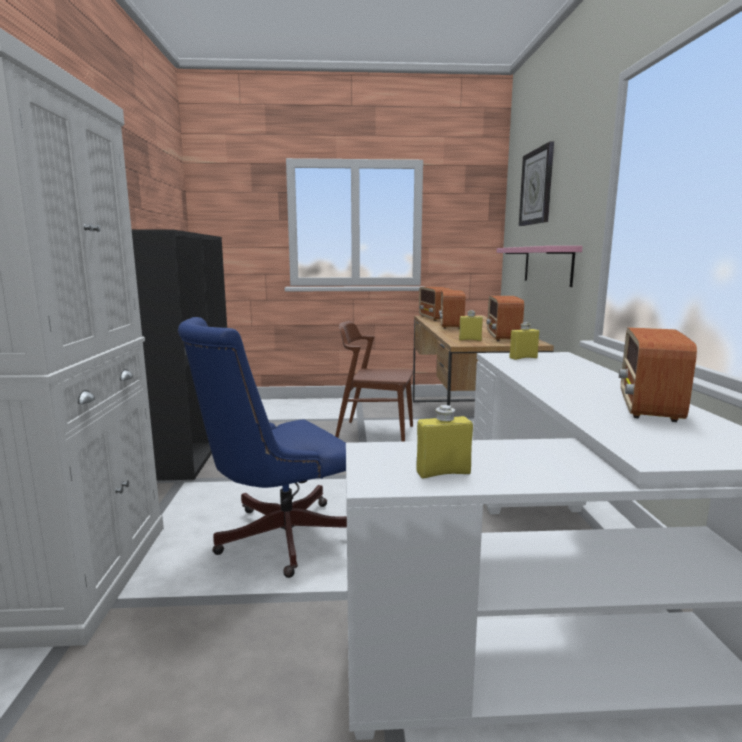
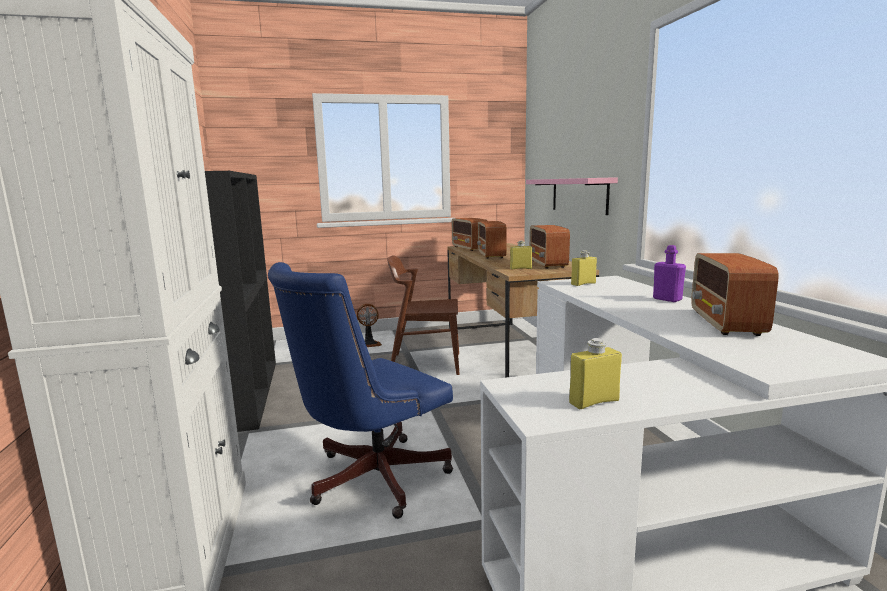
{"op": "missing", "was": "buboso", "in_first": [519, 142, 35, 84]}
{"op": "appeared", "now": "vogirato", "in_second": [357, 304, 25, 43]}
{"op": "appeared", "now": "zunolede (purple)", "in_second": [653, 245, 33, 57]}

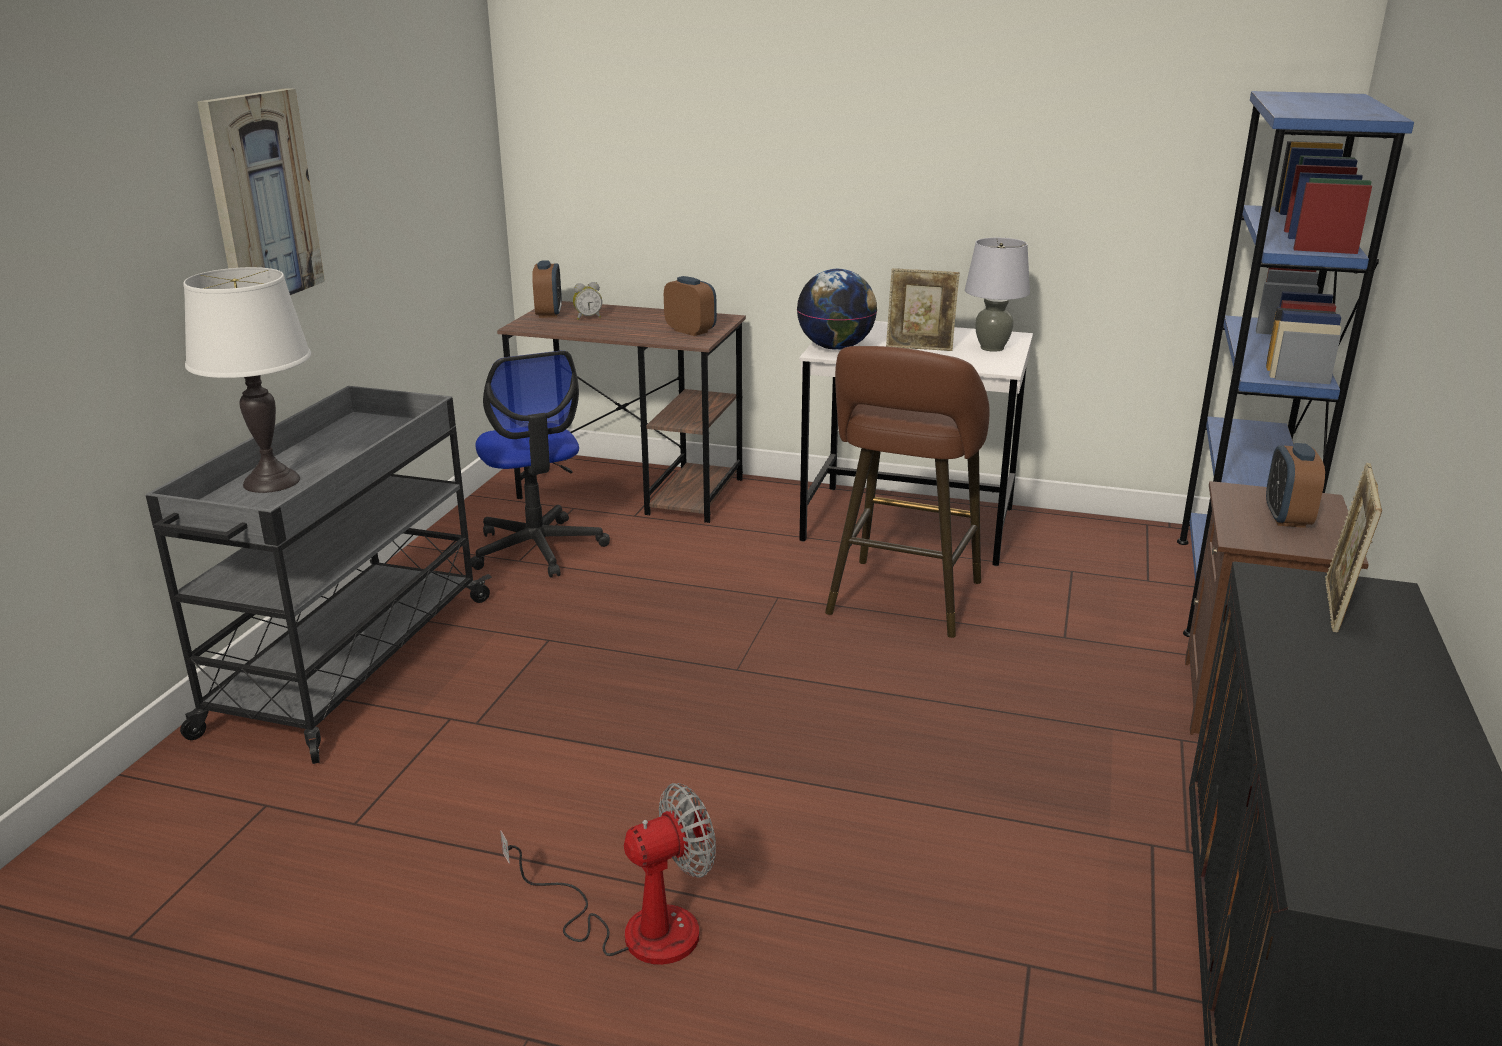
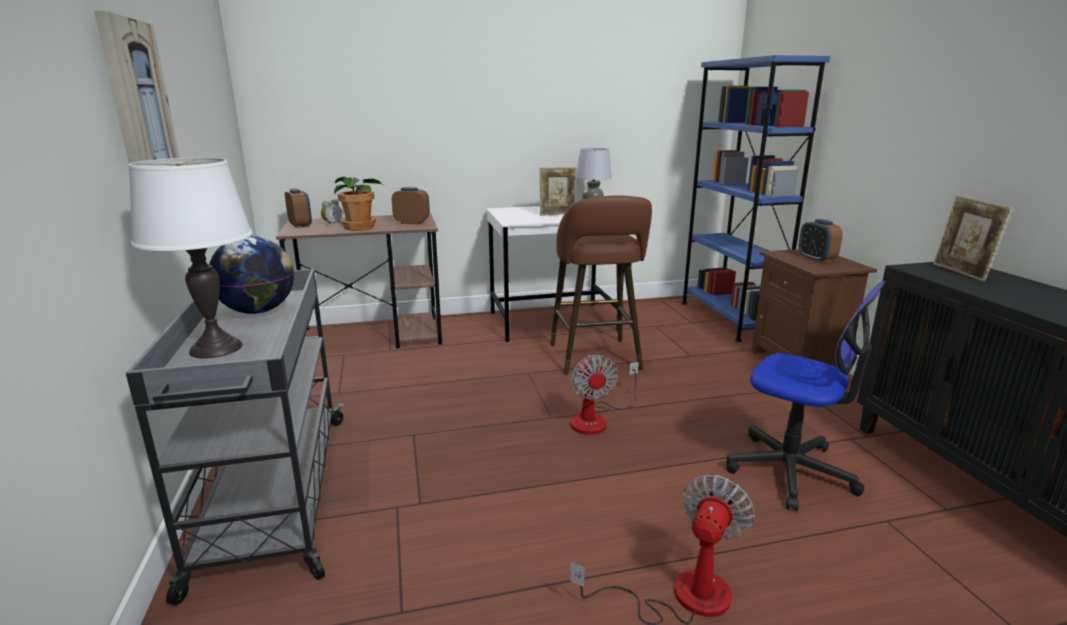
{"op": "appeared", "now": "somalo", "in_second": [334, 177, 49, 54]}
{"op": "appeared", "now": "vogirato", "in_second": [570, 355, 69, 80]}
{"op": "relocated", "was": "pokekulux", "in_first": [471, 351, 139, 227], "in_second": [726, 281, 160, 230]}
{"op": "relocated", "was": "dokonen", "in_first": [797, 269, 80, 81], "in_second": [209, 235, 85, 79]}

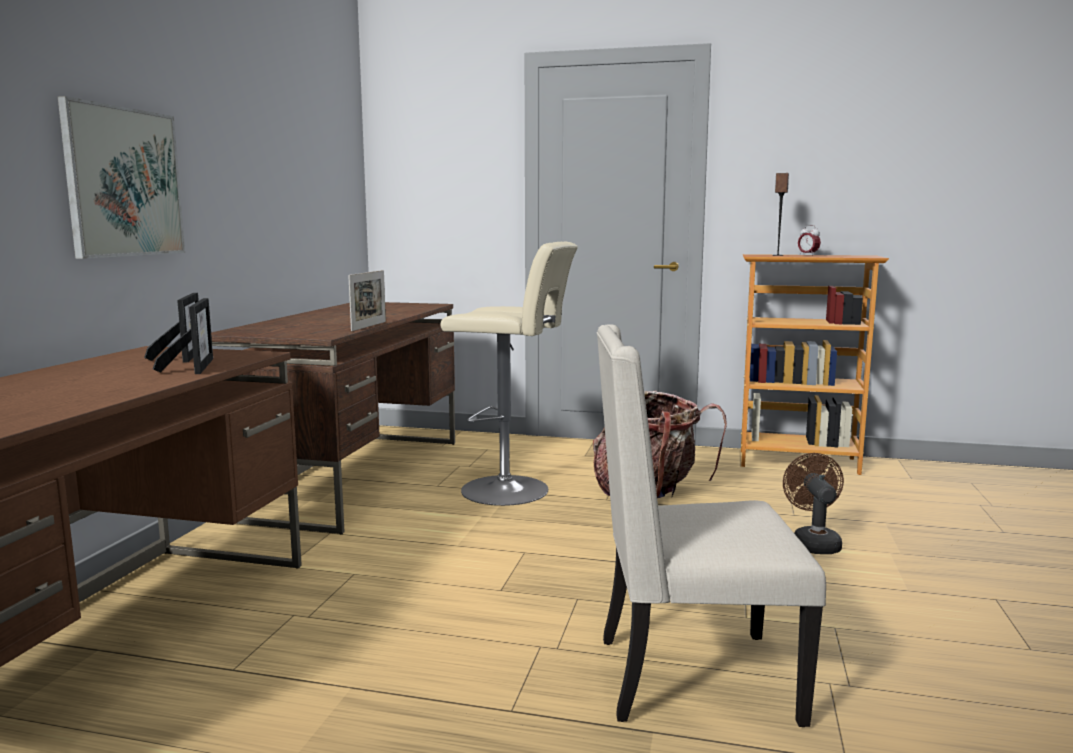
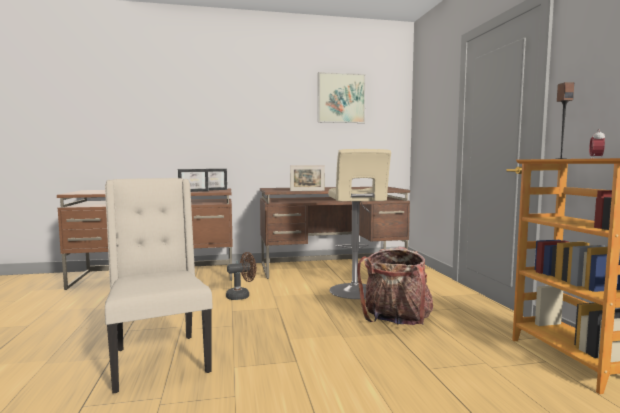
{"op": "relocated", "was": "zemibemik", "in_first": [57, 96, 128, 163], "in_second": [318, 72, 48, 51]}
{"op": "relocated", "was": "vogirato (brown)", "in_first": [783, 453, 61, 101], "in_second": [226, 252, 30, 48]}

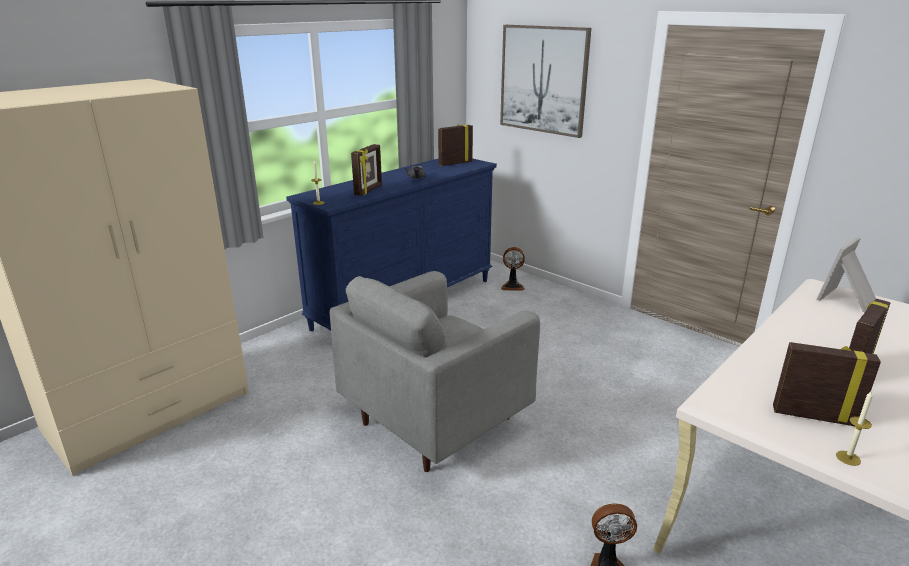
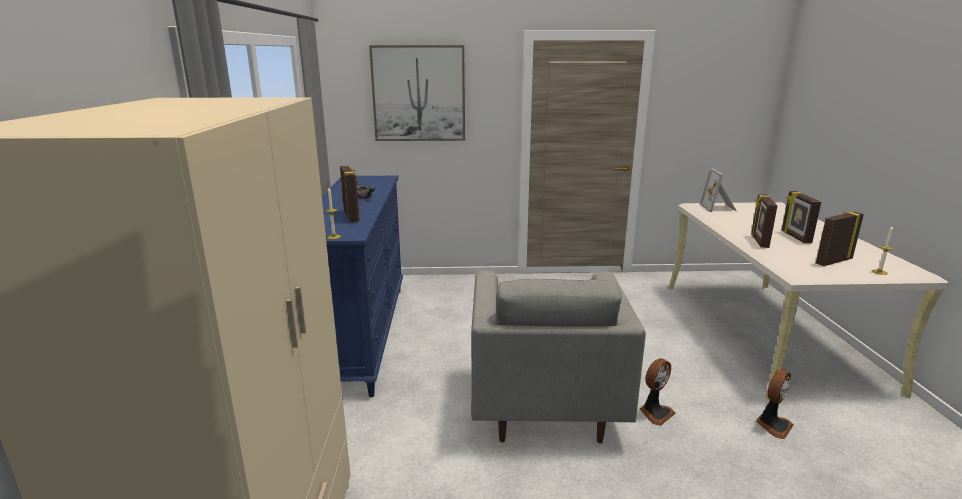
{"op": "relocated", "was": "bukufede", "in_first": [438, 124, 35, 42], "in_second": [751, 194, 27, 54]}
{"op": "relocated", "was": "vogirato", "in_first": [501, 247, 24, 44], "in_second": [640, 358, 36, 68]}

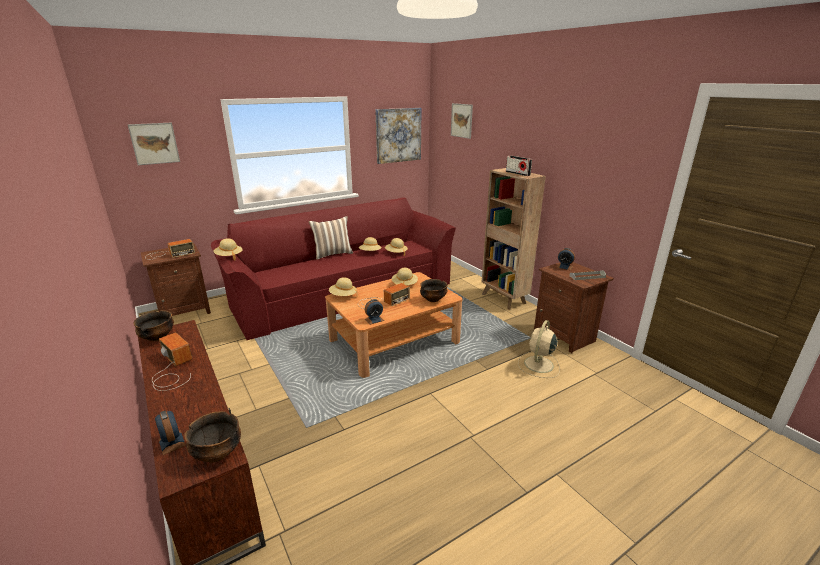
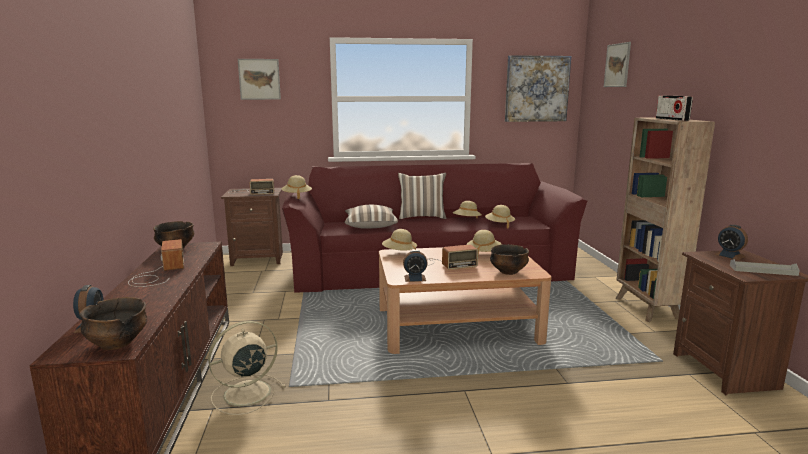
{"op": "appeared", "now": "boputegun", "in_second": [344, 205, 54, 24]}
{"op": "relocated", "was": "vogirato (beige)", "in_first": [518, 320, 42, 58], "in_second": [208, 321, 77, 94]}

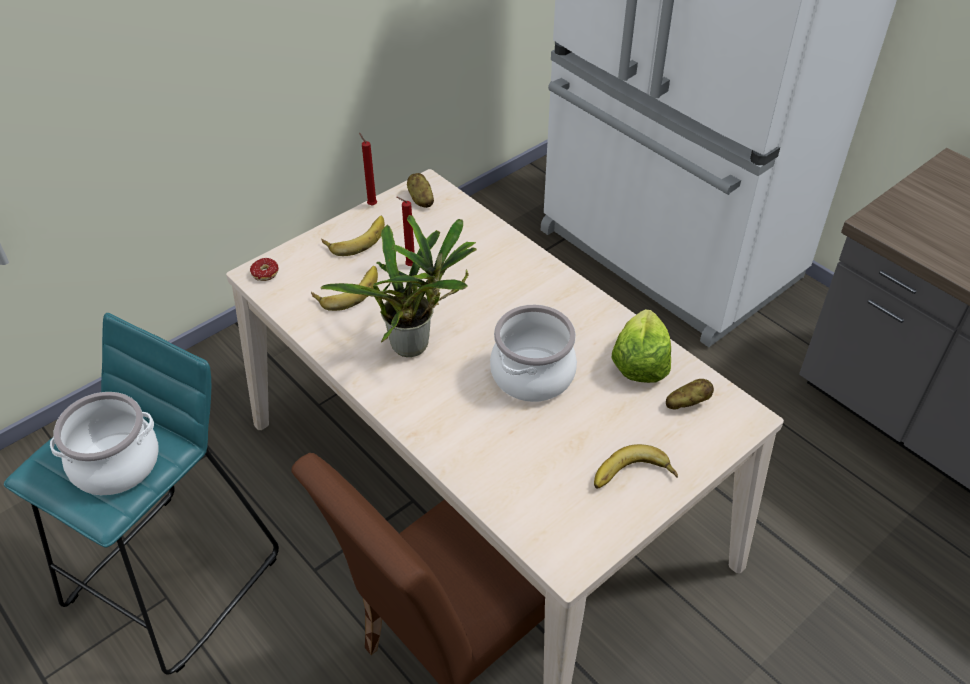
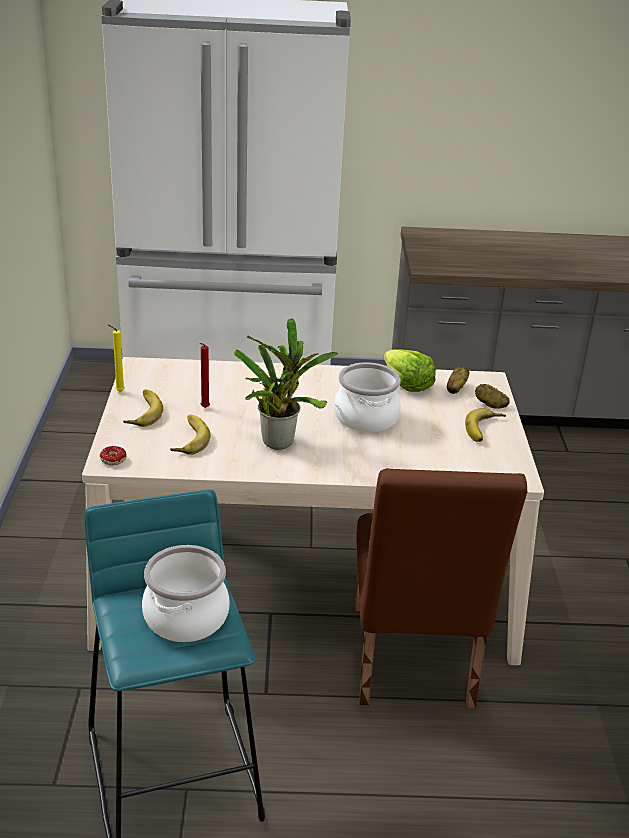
{"op": "relocated", "was": "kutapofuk", "in_first": [407, 173, 27, 35], "in_second": [475, 384, 34, 24]}
{"op": "colour", "was": "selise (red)", "now": "selise (yellow)", "in_first": [359, 132, 18, 74], "in_second": [109, 325, 16, 67]}

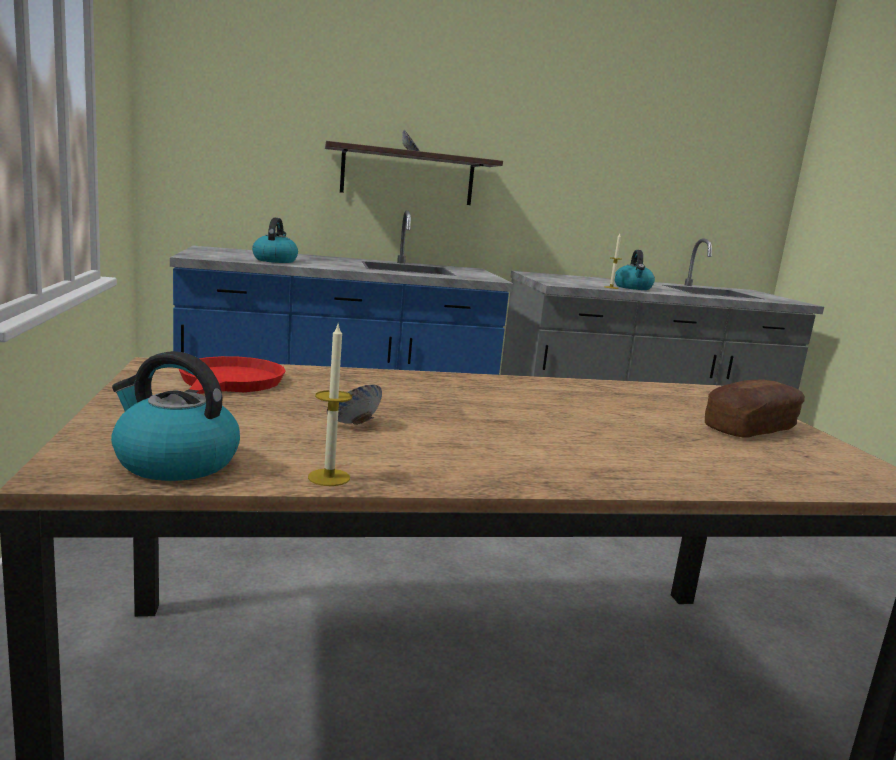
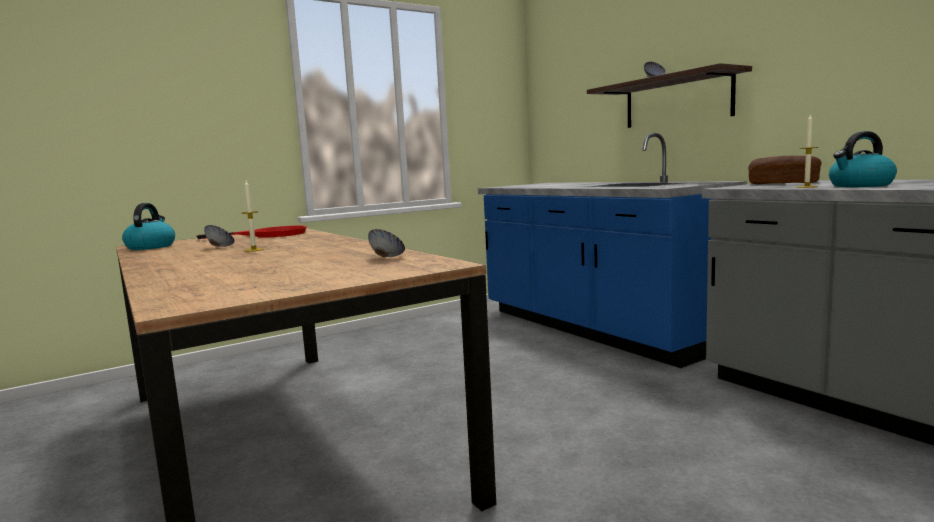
{"op": "missing", "was": "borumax", "in_first": [252, 218, 46, 45]}
{"op": "appeared", "now": "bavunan", "in_second": [368, 229, 37, 28]}
{"op": "relocated", "was": "selise", "in_first": [308, 322, 44, 164], "in_second": [242, 181, 22, 71]}
{"op": "relocated", "was": "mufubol", "in_first": [705, 380, 100, 57], "in_second": [748, 156, 74, 28]}

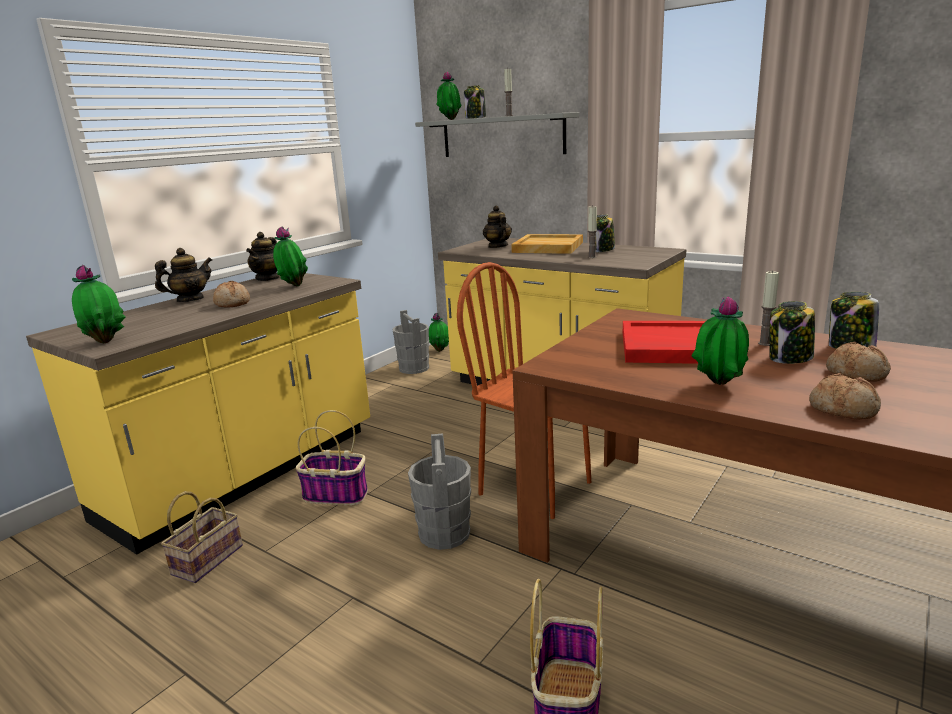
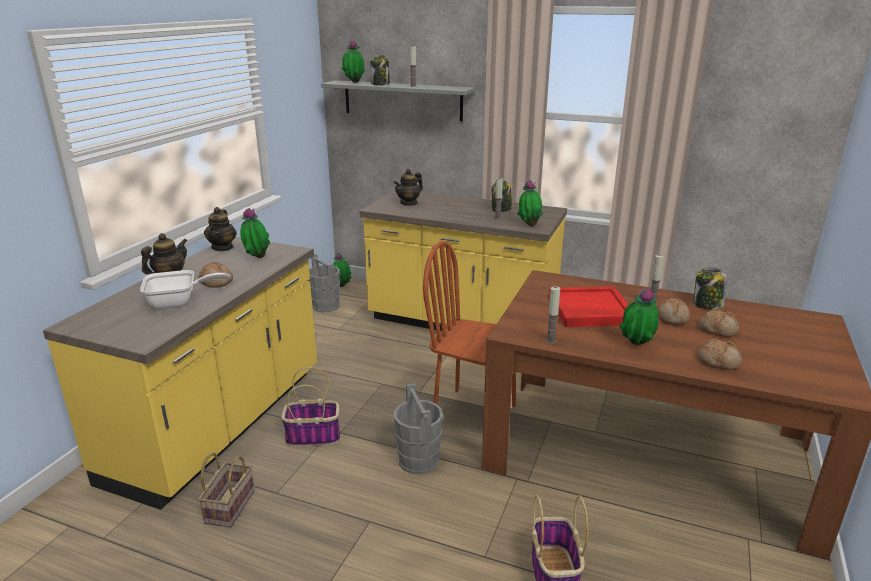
{"op": "missing", "was": "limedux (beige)", "in_first": [511, 234, 72, 20]}
{"op": "appeared", "now": "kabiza", "in_second": [140, 270, 90, 39]}
{"op": "appeared", "now": "selise", "in_second": [546, 287, 14, 57]}
{"op": "relocated", "was": "somalo", "in_first": [72, 265, 54, 78], "in_second": [517, 180, 26, 47]}
{"op": "exchanged", "was": "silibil", "now": "mufubol", "in_first": [769, 301, 46, 63], "in_second": [658, 298, 32, 27]}
{"op": "spun", "was": "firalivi", "in_first": [483, 205, 29, 43], "in_second": [394, 169, 29, 37], "clockwise": -105}

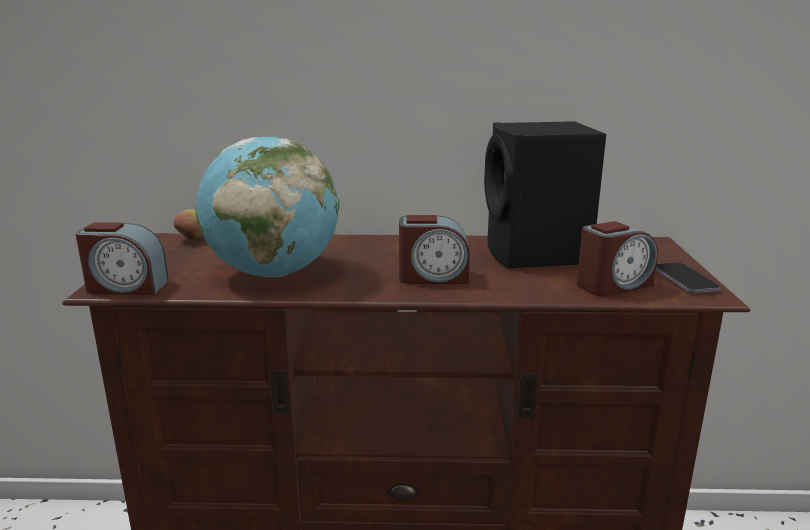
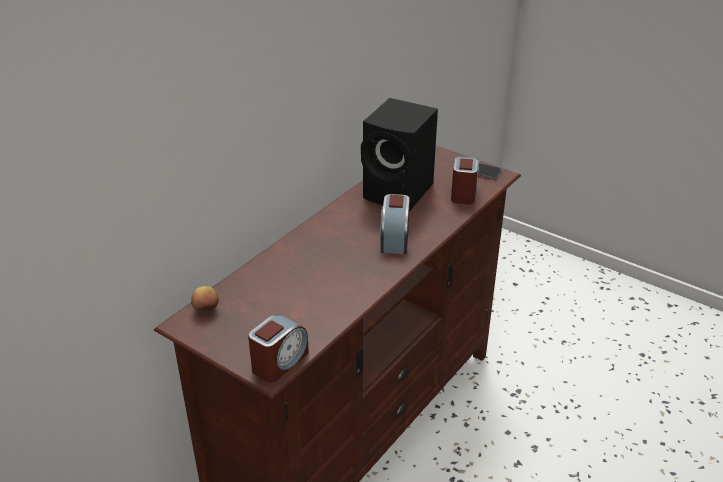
{"op": "missing", "was": "dokonen", "in_first": [196, 137, 143, 140]}
{"op": "spun", "was": "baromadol", "in_first": [399, 215, 71, 69], "in_second": [380, 194, 30, 60], "clockwise": 150}

